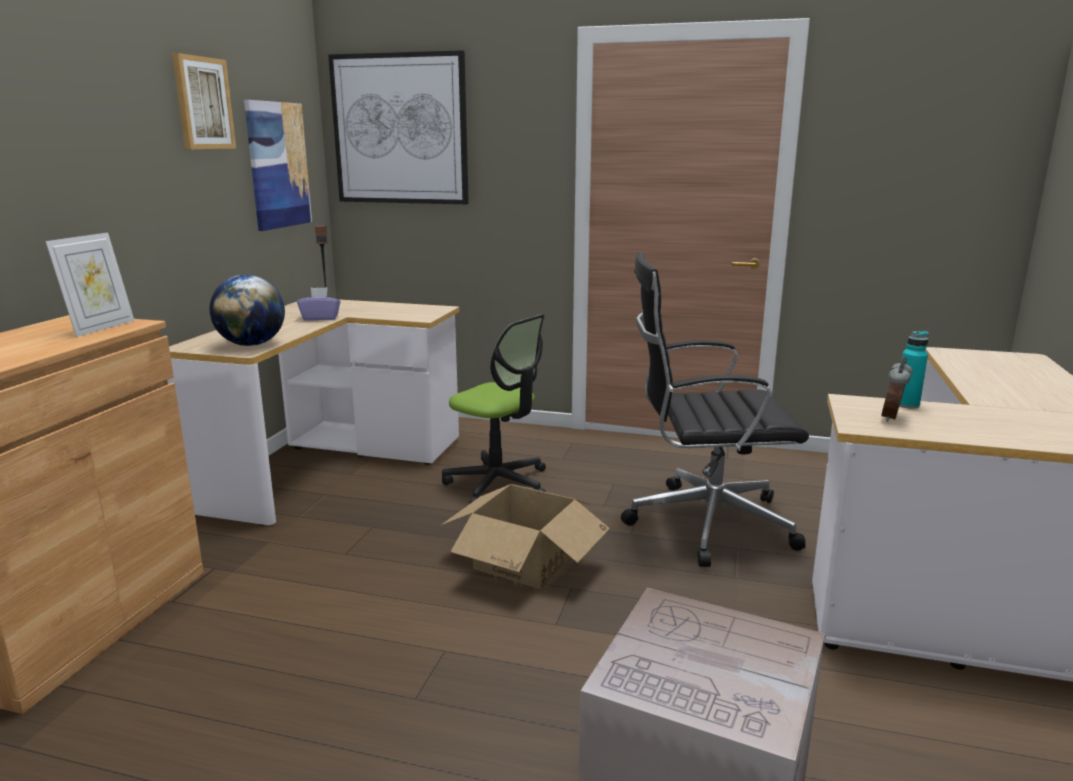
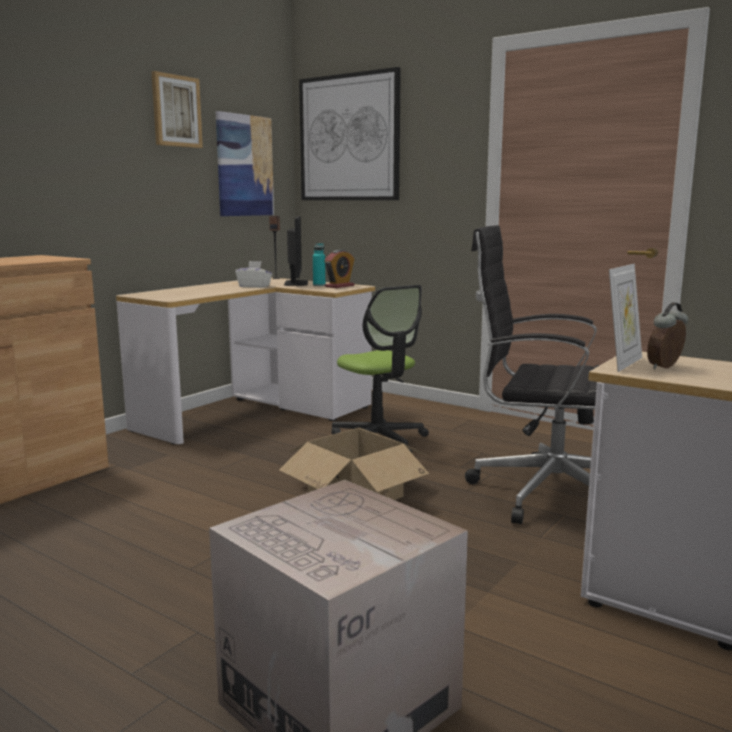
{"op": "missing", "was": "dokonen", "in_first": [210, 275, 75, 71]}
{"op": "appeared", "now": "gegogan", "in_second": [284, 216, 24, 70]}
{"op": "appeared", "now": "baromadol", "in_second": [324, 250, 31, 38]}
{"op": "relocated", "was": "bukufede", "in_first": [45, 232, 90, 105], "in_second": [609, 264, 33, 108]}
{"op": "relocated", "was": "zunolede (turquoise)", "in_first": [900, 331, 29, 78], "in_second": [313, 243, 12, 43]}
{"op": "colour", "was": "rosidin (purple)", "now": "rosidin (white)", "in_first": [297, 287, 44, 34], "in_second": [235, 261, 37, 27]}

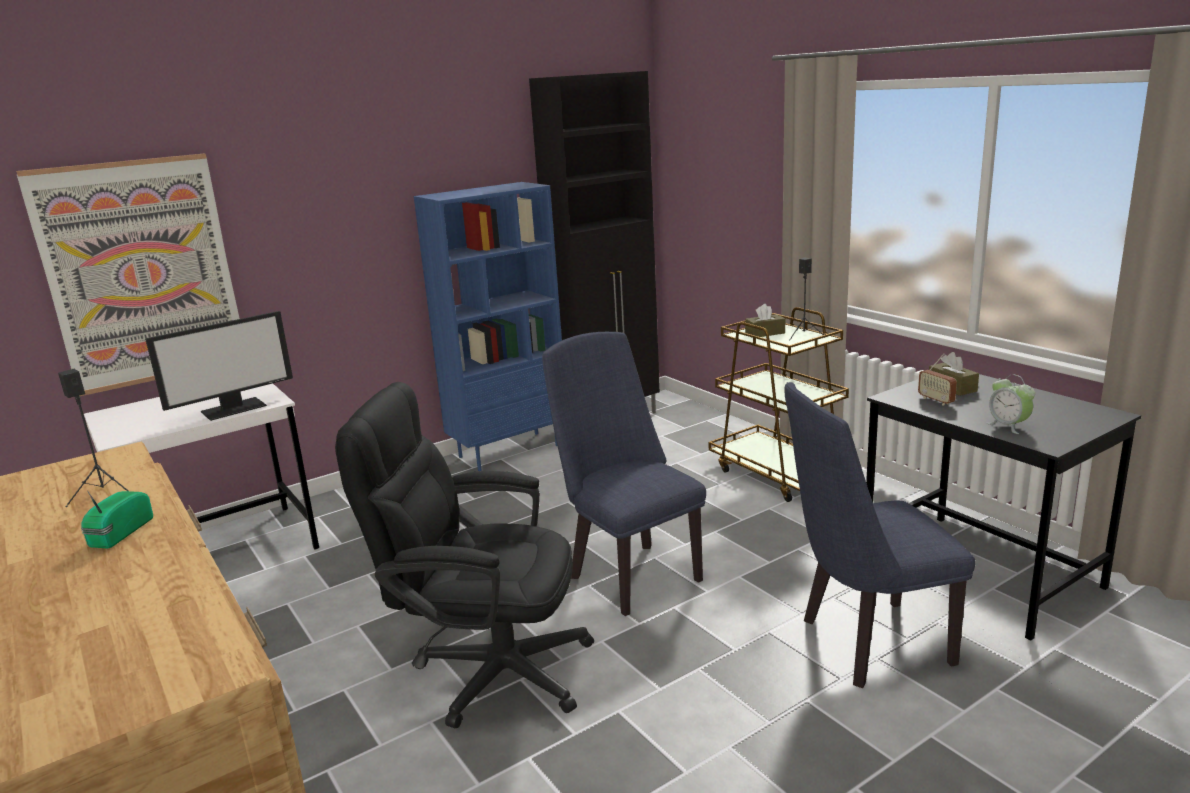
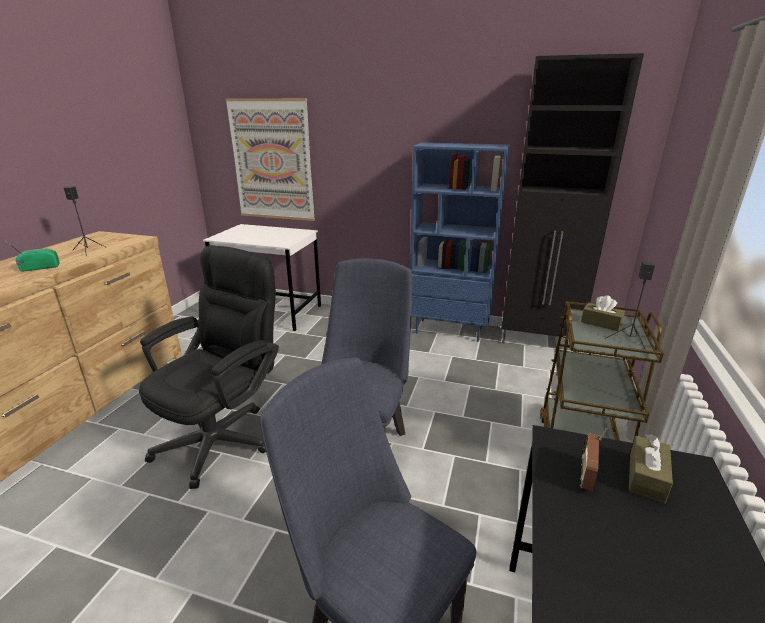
{"op": "missing", "was": "gegogan", "in_first": [145, 311, 148, 110]}
{"op": "missing", "was": "baromadol", "in_first": [987, 374, 48, 60]}
{"op": "spun", "was": "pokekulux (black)", "in_first": [335, 382, 259, 346], "in_second": [139, 245, 140, 244], "clockwise": 60}

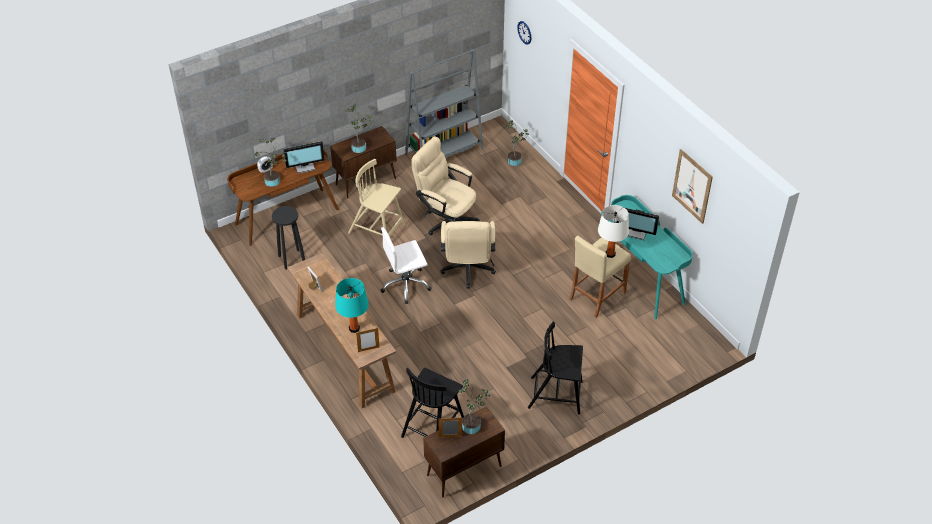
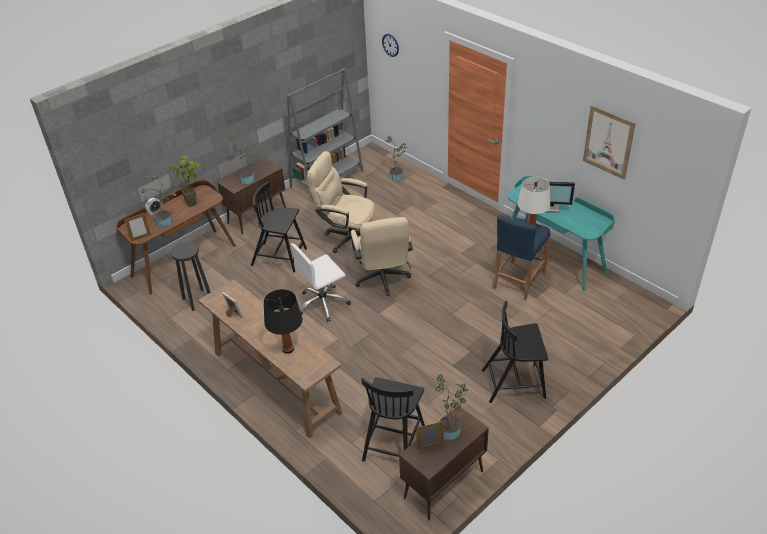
{"op": "relocated", "was": "bukufede", "in_first": [356, 328, 24, 24], "in_second": [124, 213, 27, 28]}
{"op": "exchanged", "was": "gegogan", "now": "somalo", "in_first": [283, 141, 42, 33], "in_second": [170, 155, 30, 52]}
{"op": "colour", "was": "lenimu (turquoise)", "now": "lenimu (black)", "in_first": [335, 278, 34, 55], "in_second": [264, 289, 38, 65]}
{"op": "colour", "was": "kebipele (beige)", "now": "kebipele (black)", "in_first": [348, 159, 57, 78], "in_second": [251, 182, 56, 91]}
{"op": "colour", "was": "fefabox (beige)", "now": "fefabox (blue)", "in_first": [569, 236, 62, 81], "in_second": [493, 215, 58, 85]}

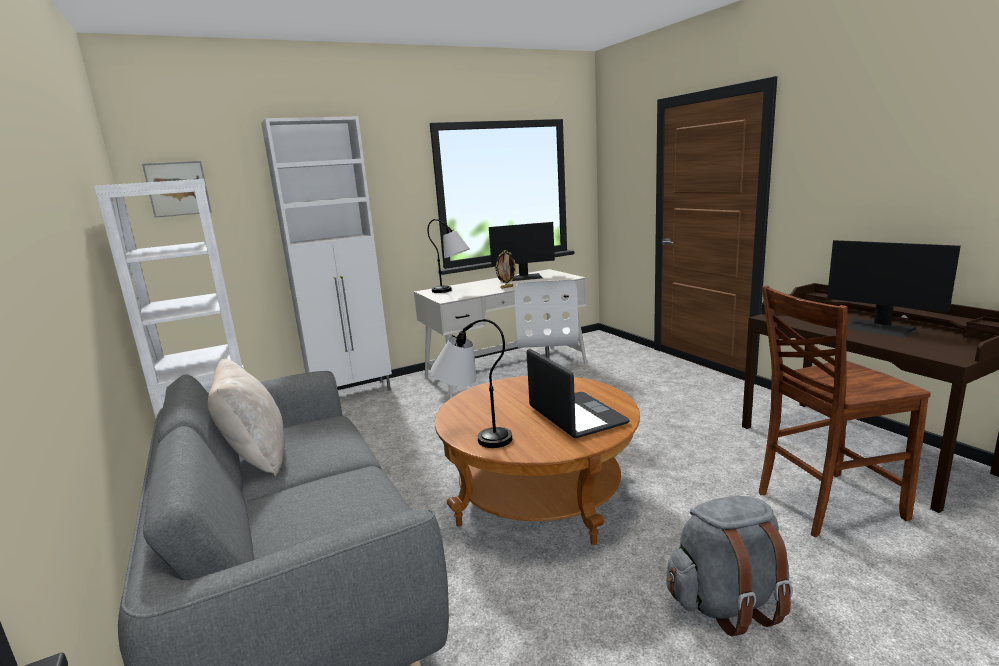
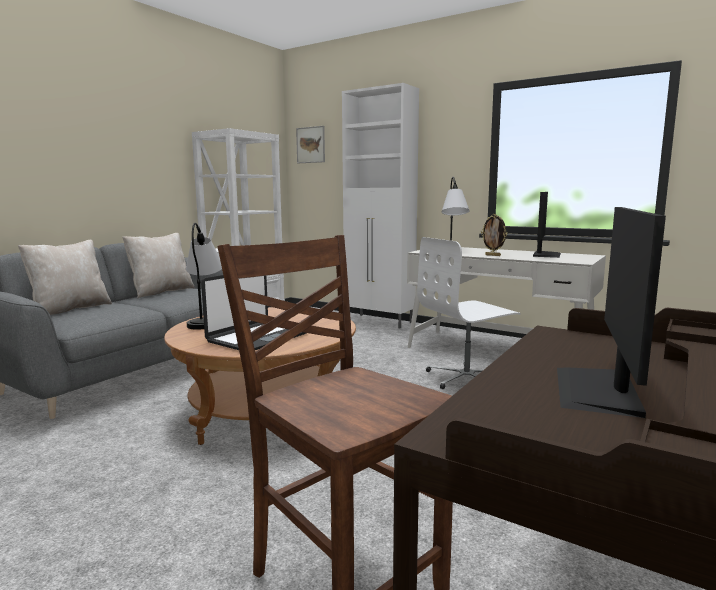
{"op": "missing", "was": "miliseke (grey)", "in_first": [666, 496, 127, 140]}
{"op": "appeared", "now": "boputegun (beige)", "in_second": [18, 240, 94, 75]}
{"op": "spun", "was": "gegogan", "in_first": [489, 222, 66, 59], "in_second": [533, 192, 28, 66], "clockwise": -120}

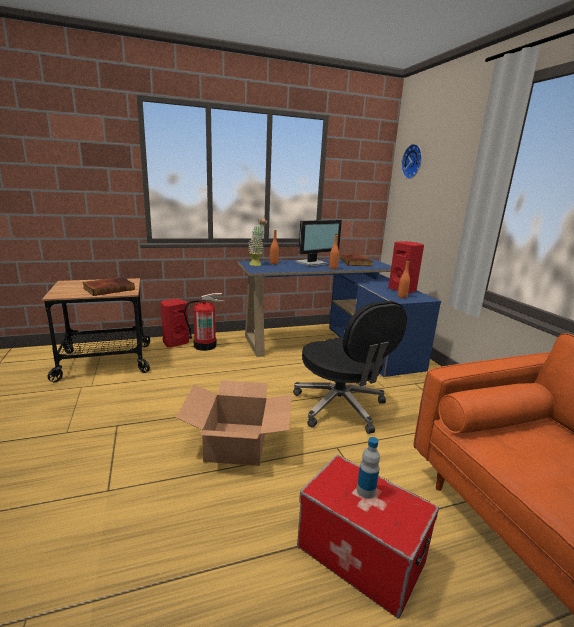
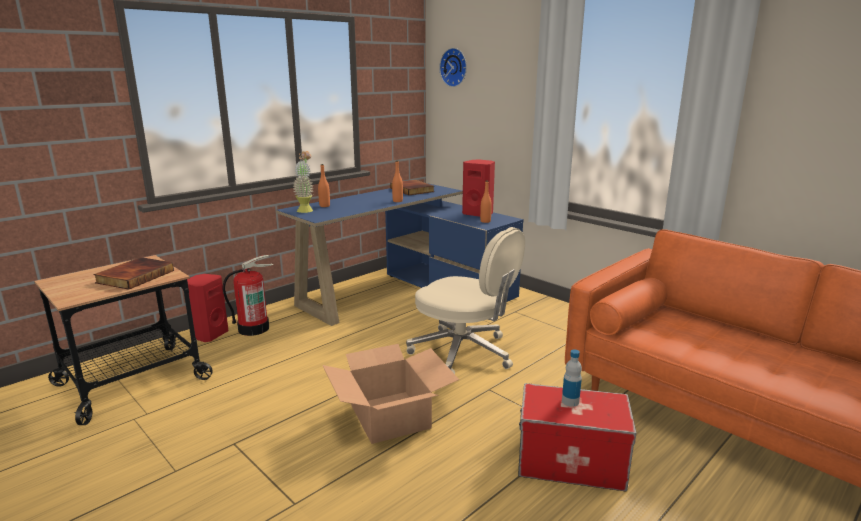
{"op": "missing", "was": "gegogan", "in_first": [295, 220, 47, 47]}
{"op": "colour", "was": "pokekulux (black)", "now": "pokekulux (beige)", "in_first": [293, 301, 114, 133], "in_second": [406, 227, 119, 147]}

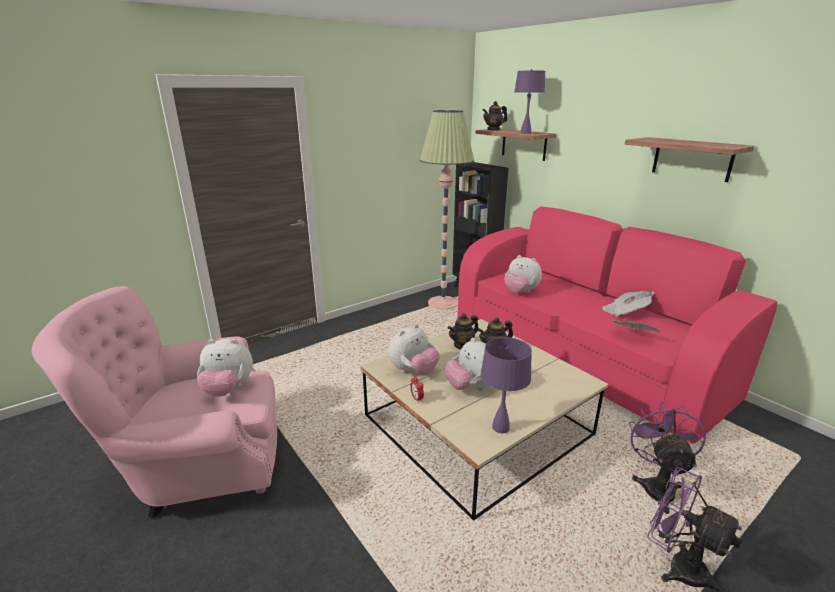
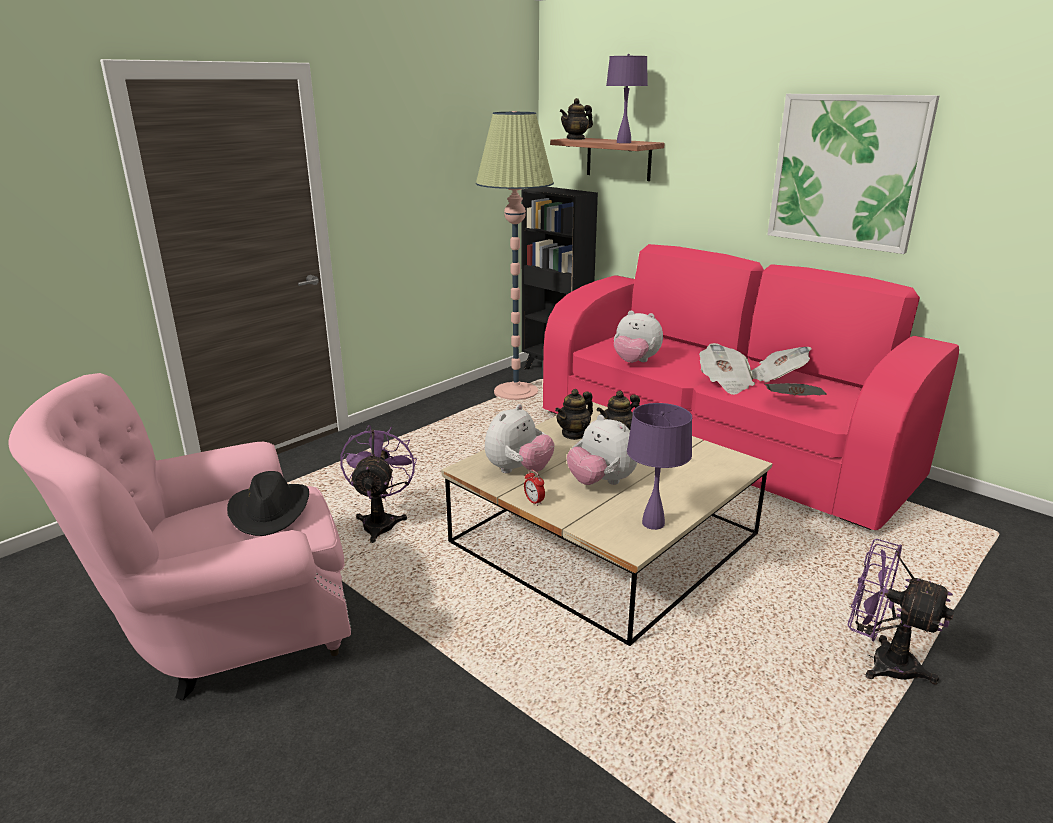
{"op": "appeared", "now": "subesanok", "in_second": [699, 343, 56, 52]}
{"op": "relocated", "was": "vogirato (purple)", "in_first": [629, 402, 77, 112], "in_second": [340, 425, 77, 118]}
{"op": "exchanged", "was": "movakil", "now": "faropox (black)", "in_first": [197, 339, 56, 58], "in_second": [227, 471, 82, 65]}
{"op": "exchanged", "was": "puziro", "now": "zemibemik", "in_first": [625, 137, 129, 45], "in_second": [767, 94, 172, 160]}

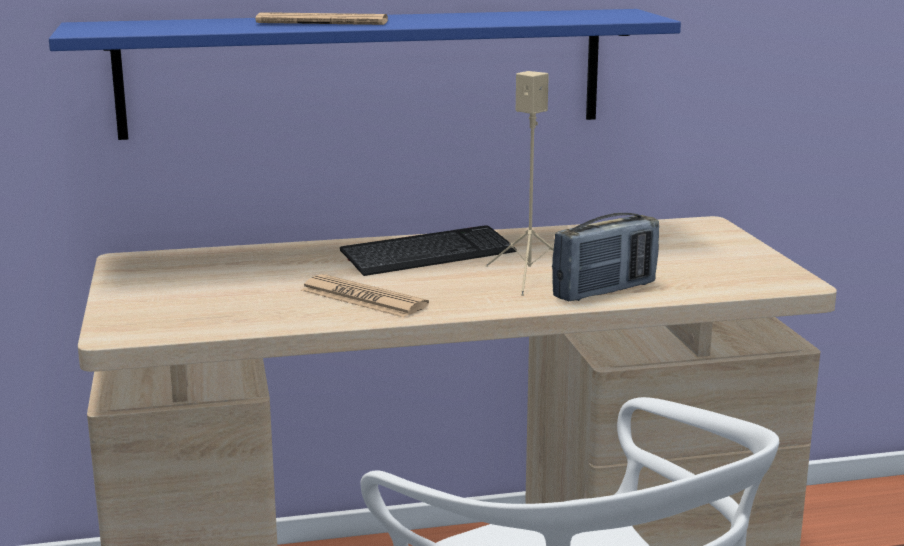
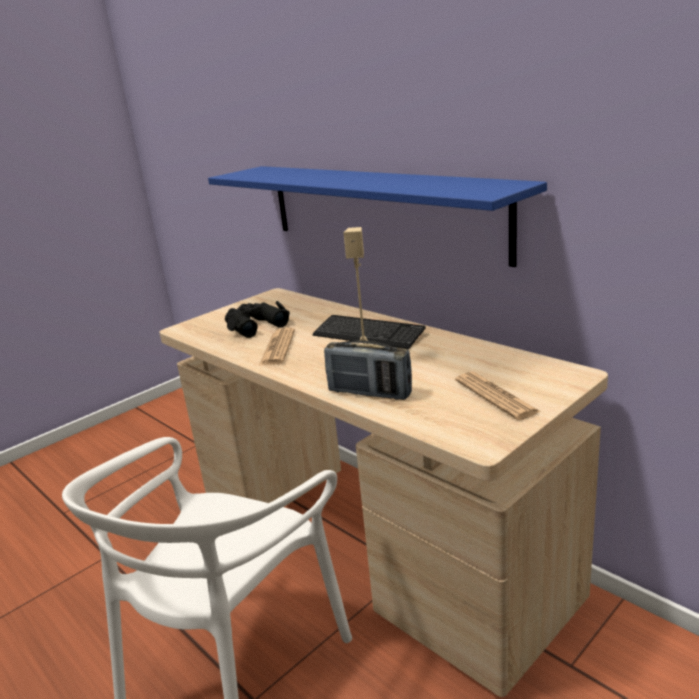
{"op": "appeared", "now": "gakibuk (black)", "in_second": [225, 301, 65, 37]}
{"op": "relocated", "was": "subesanok", "in_first": [256, 12, 133, 13], "in_second": [455, 372, 86, 48]}

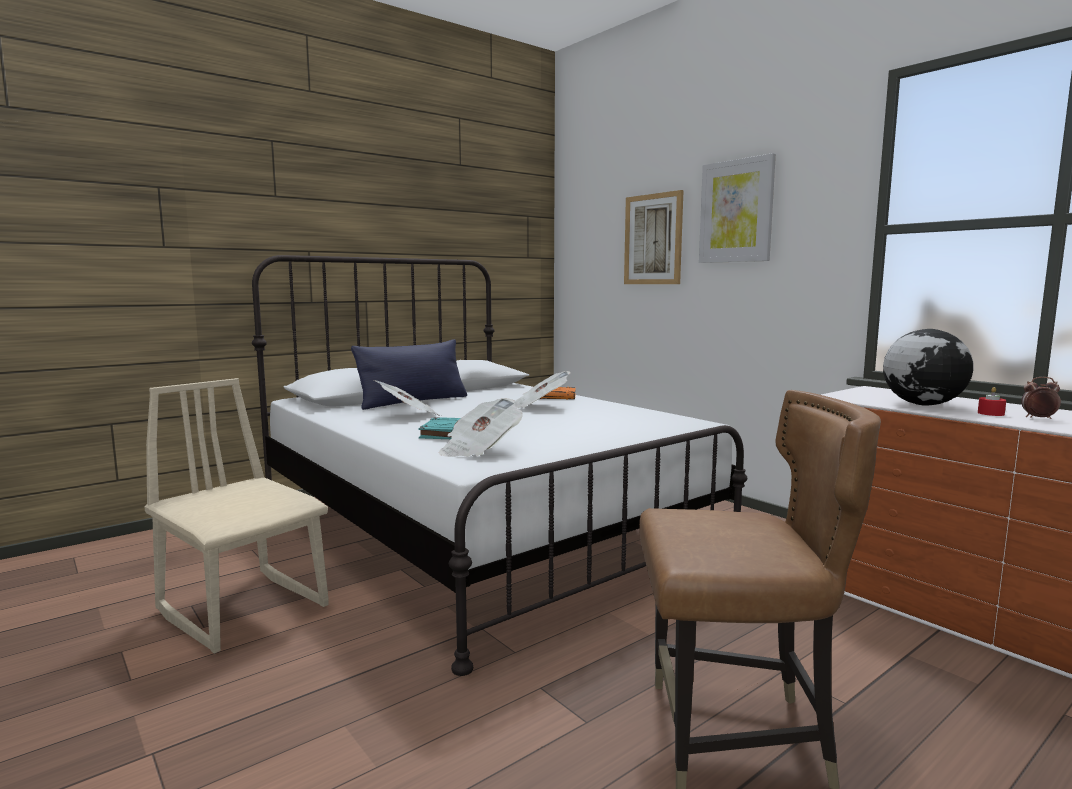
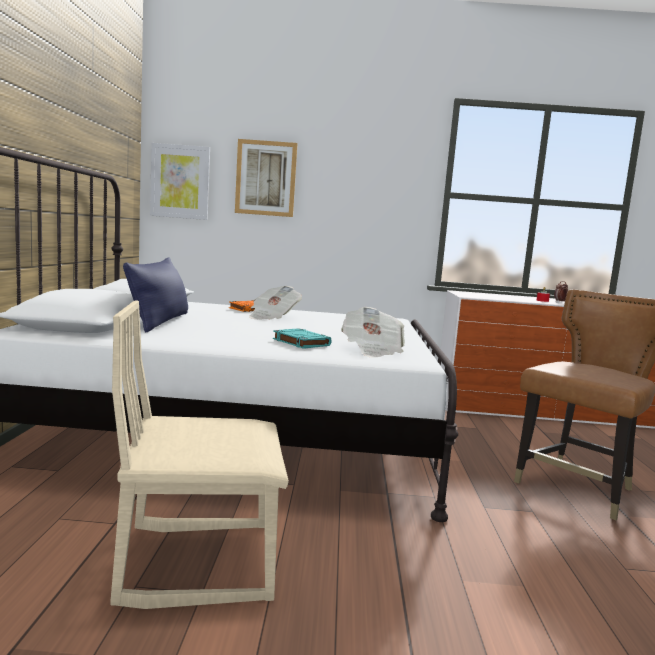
{"op": "missing", "was": "subesanok", "in_first": [374, 380, 67, 36]}
{"op": "missing", "was": "dokonen", "in_first": [883, 329, 90, 76]}
{"op": "relocated", "was": "zemibemik", "in_first": [699, 153, 77, 110], "in_second": [150, 143, 60, 77]}

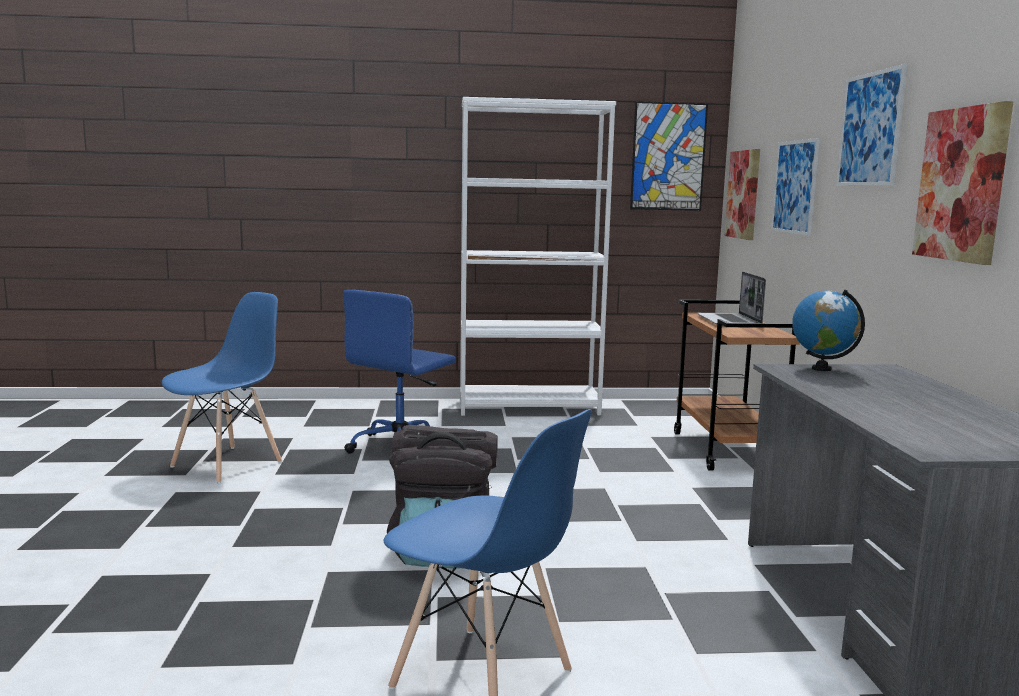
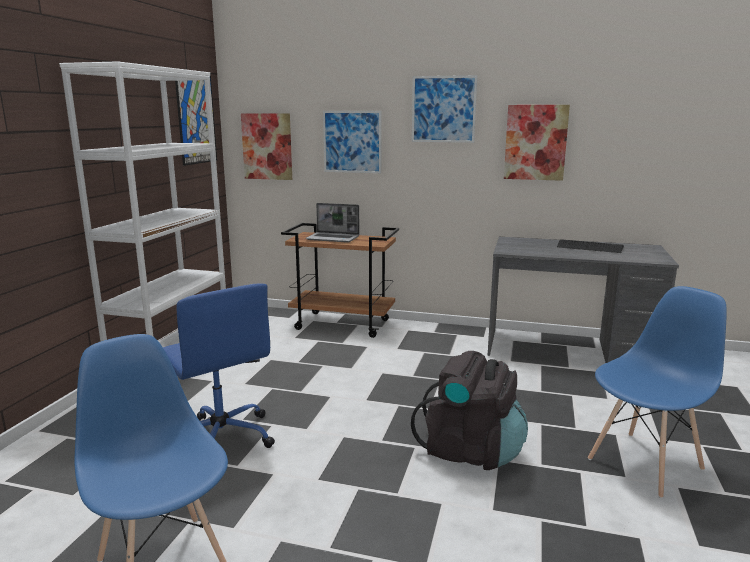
{"op": "missing", "was": "dokonen", "in_first": [792, 290, 73, 81]}
{"op": "appeared", "now": "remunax", "in_second": [557, 240, 67, 13]}

